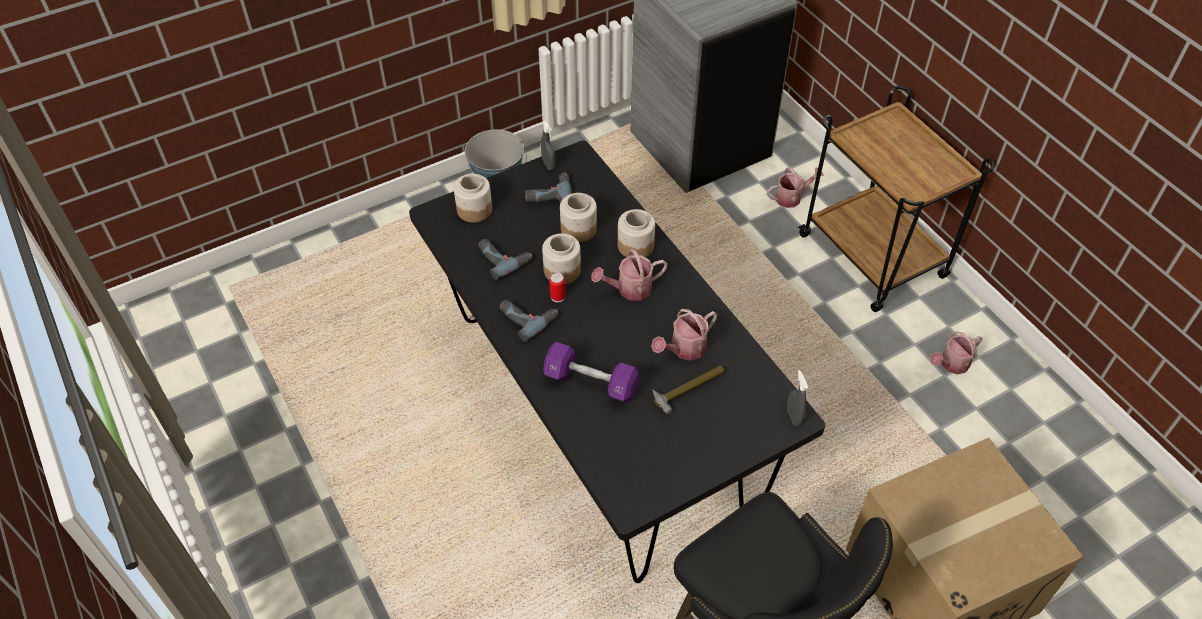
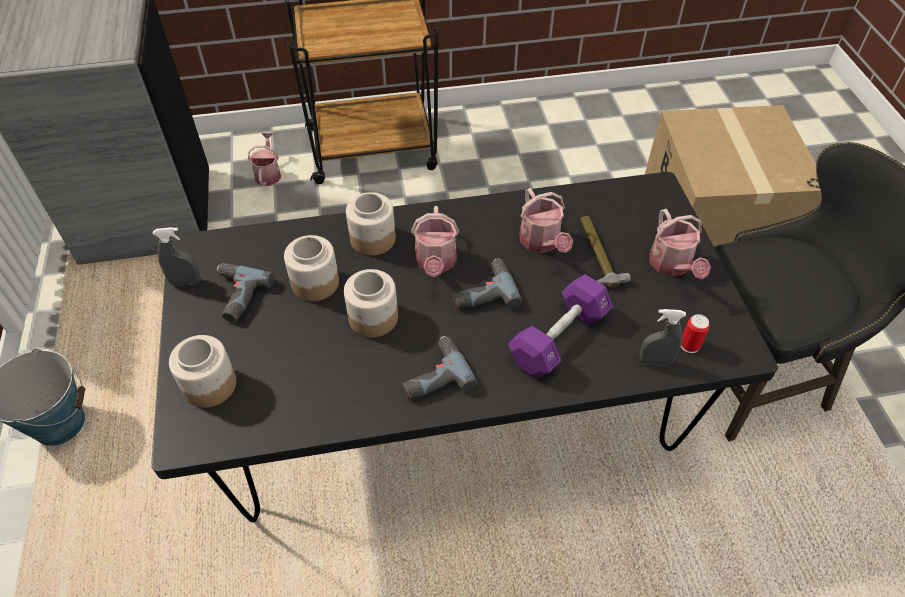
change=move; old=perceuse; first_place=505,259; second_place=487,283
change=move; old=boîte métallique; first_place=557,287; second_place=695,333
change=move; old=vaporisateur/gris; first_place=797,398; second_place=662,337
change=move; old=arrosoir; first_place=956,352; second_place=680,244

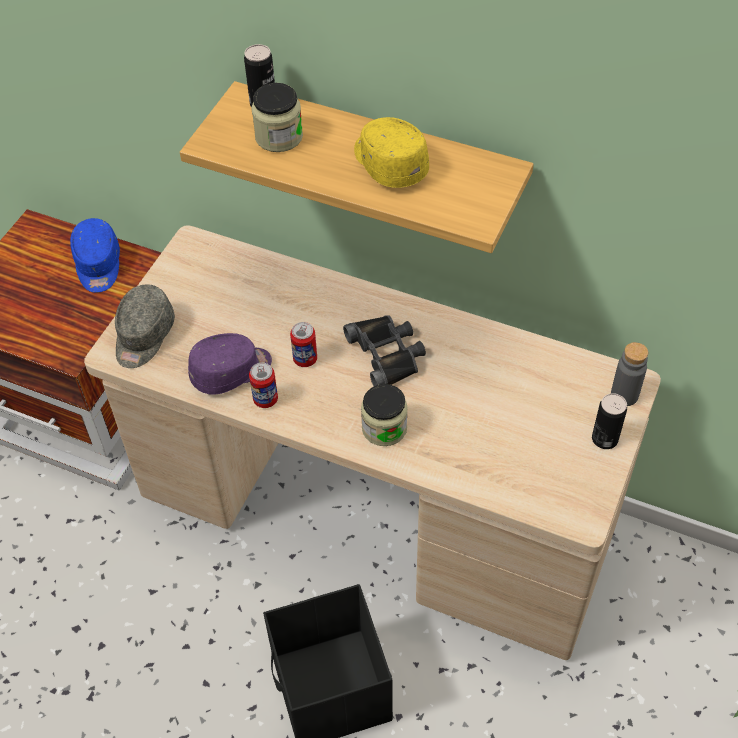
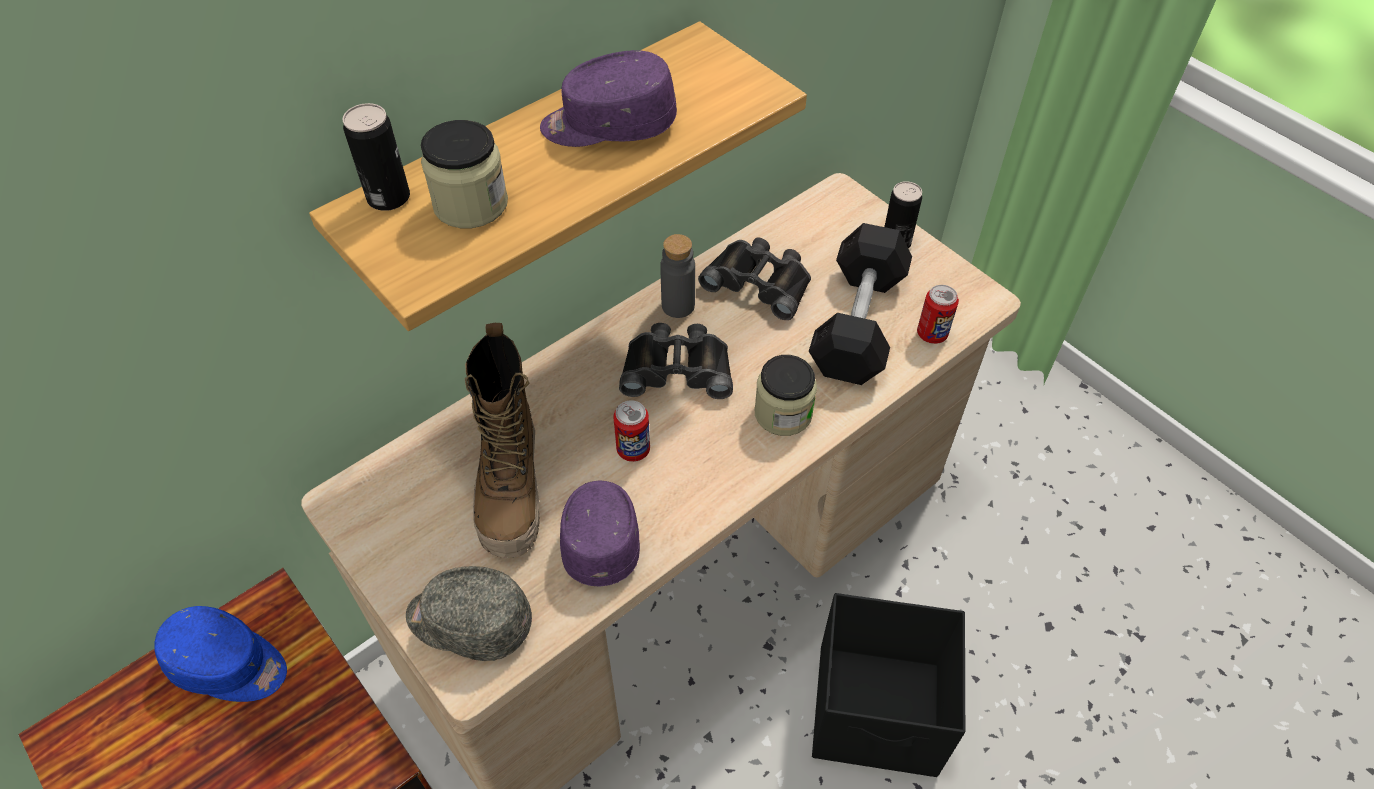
change=insert; new=botte; second_place=502,440
change=insert; new=jumelles/noir; second_place=754,279
change=insert; new=haltère/noir; second_place=860,304
change=move; old=boîte métallique; first_place=263,385; second_place=938,314
change=move; old=bouteille/gris; first_place=629,374; second_place=677,276
change=recolor; old=casquette/jaune; new=casquette/violet; first_place=391,152; second_place=608,98
change=rotate; old=casquette/gris; first_place=145,326; second_place=469,613; degrees=150

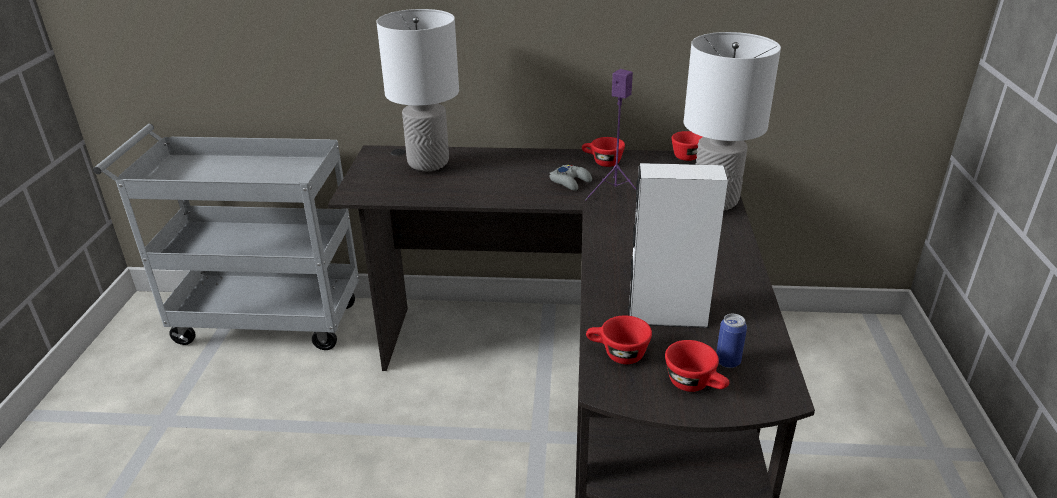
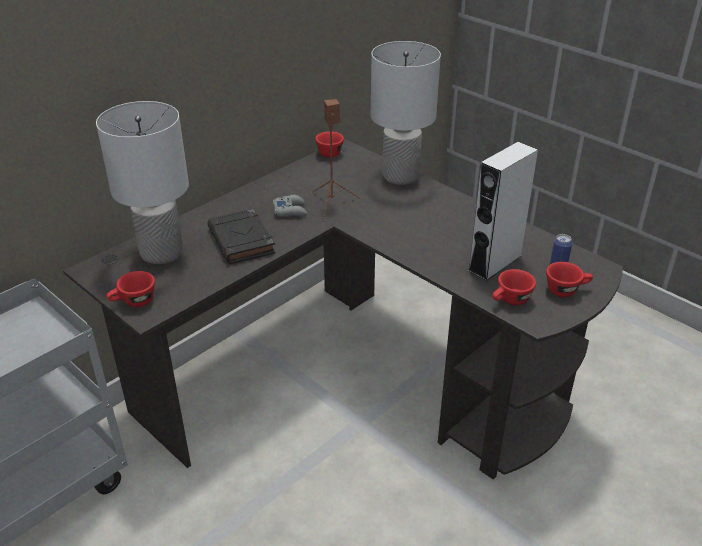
change=insert; new=livre/noir; second_place=241,236
change=move; old=tasse/rouge; first_place=603,152; second_place=131,289
change=recolor; old=enceinte/violet; new=enceinte/marron; first_place=610,134; second_place=336,159

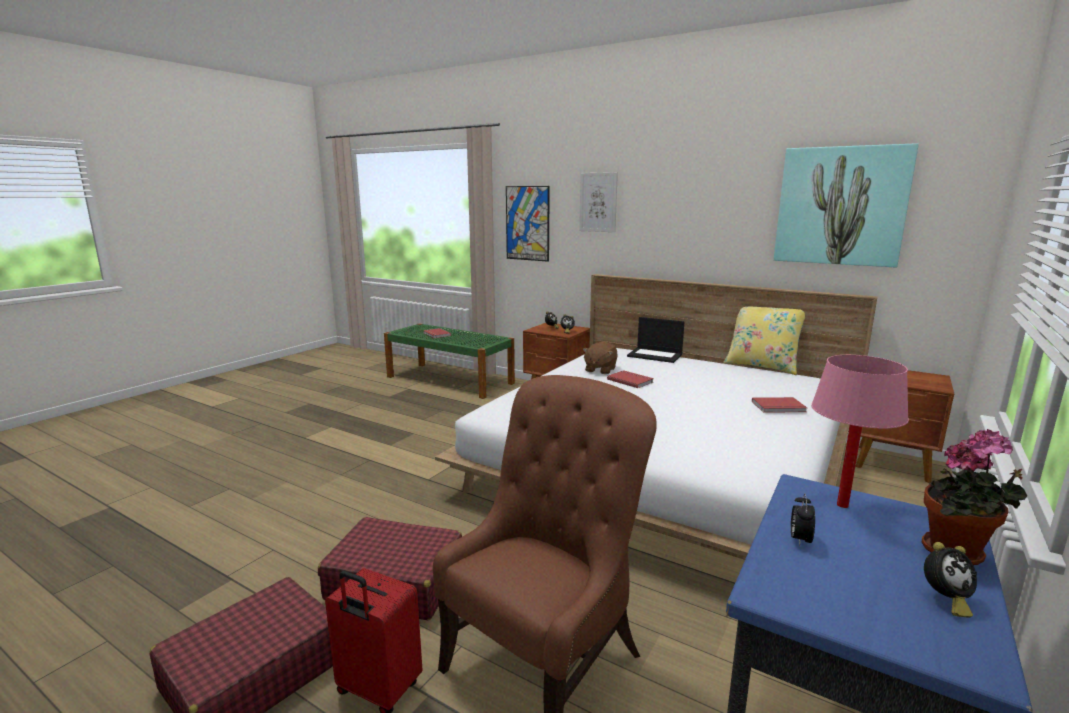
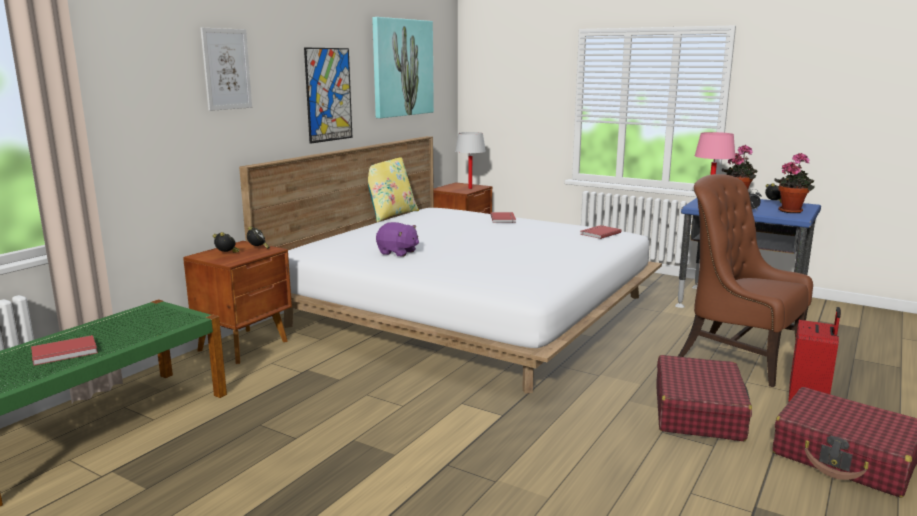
change=delete; old=ordinateur portable; first_place=655,340
change=insert; new=lampe de table/blanc; second_place=470,160
change=insert; new=plante en pot; second_place=794,183
change=move; old=tableau; first_place=528,224; second_place=328,96
change=move; old=livre/rouge; first_place=630,379; second_place=601,232
change=recolor; old=peluche/marron; new=peluche/violet; first_place=600,358; second_place=397,239

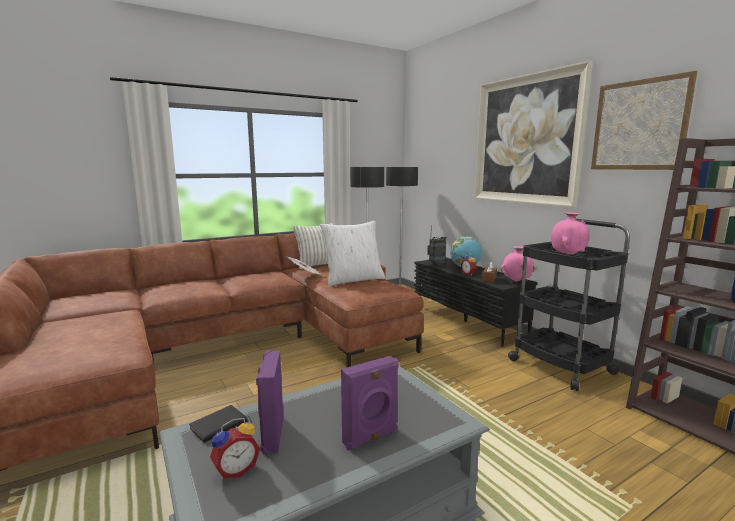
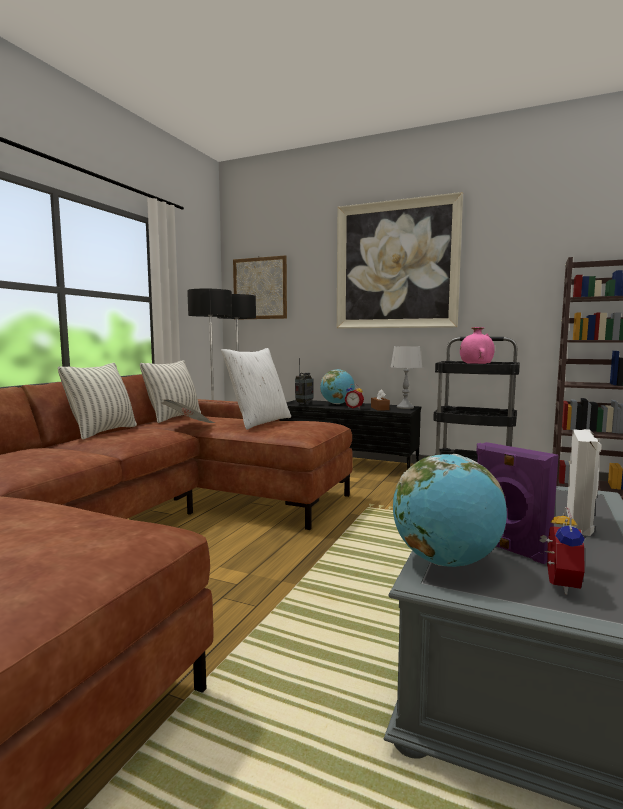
change=insert; new=coussin; second_place=97,401
change=move; old=tableau; first_place=644,120; second_place=260,287
change=replace; old=livre/noir; new=globe; first_place=221,424; second_place=450,510
change=replace; old=vase/rose; new=lampe de table/gris; first_place=518,264; second_place=406,377
change=recolor; old=enceinte/violet; new=enceinte/blanc; first_place=370,403; second_place=584,482

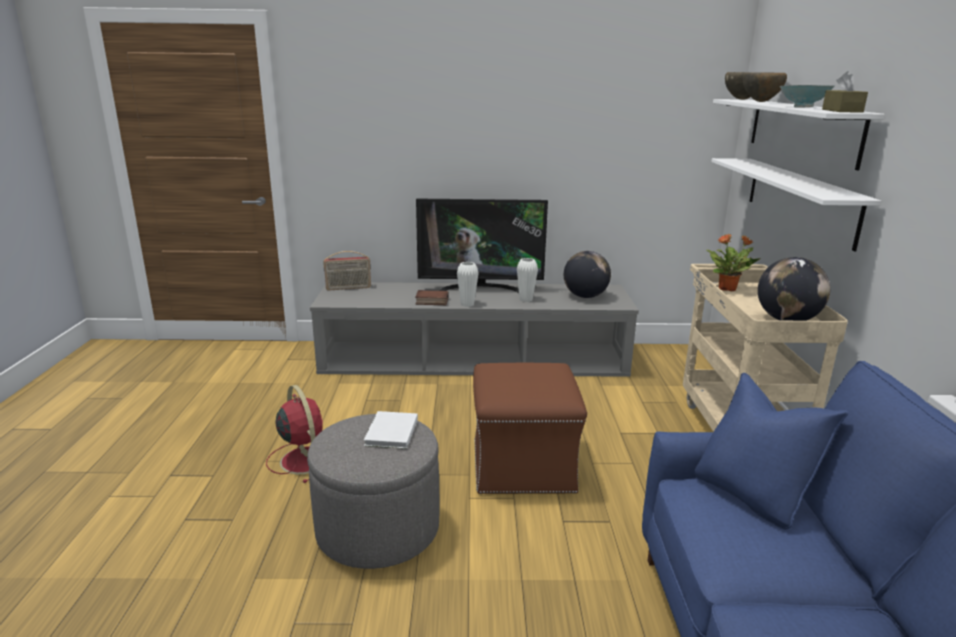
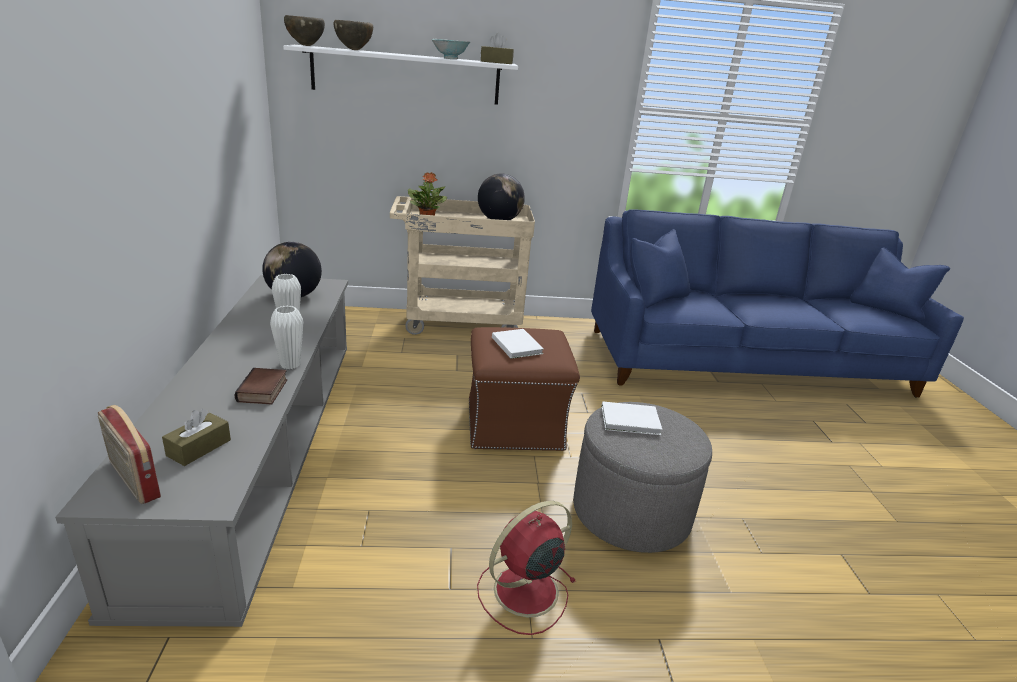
change=delete; old=téléviseur; first_place=482,246
change=delete; old=étagère/blanc; first_place=796,204
change=insert; new=boîte à mouchoirs/marron; second_place=196,437
change=insert; new=livre/blanc; second_place=518,344
change=rotate; old=radio; first_place=347,270; second_place=129,454; degrees=150

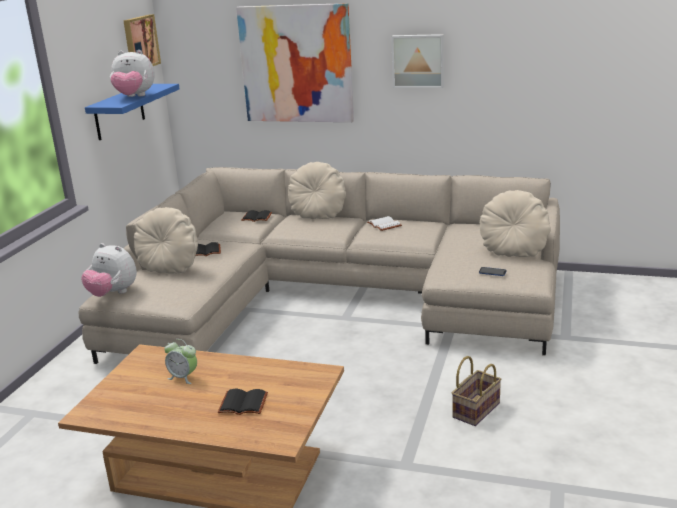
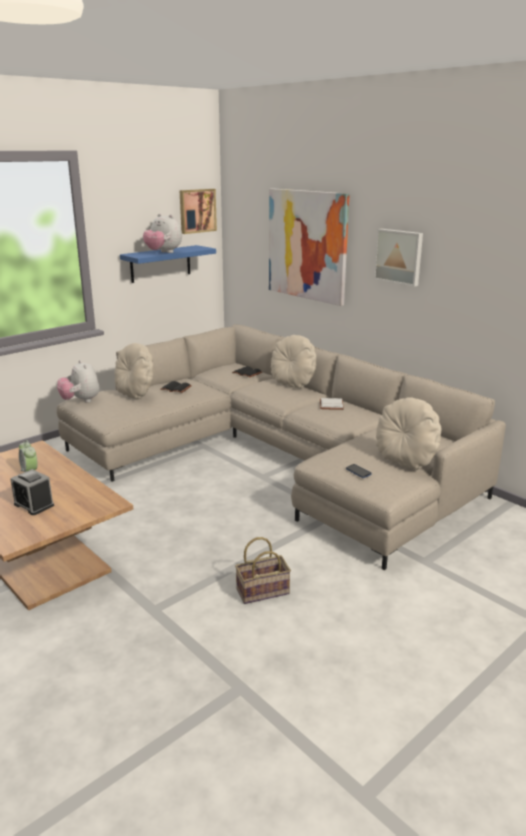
change=replace; old=livre/noir; new=réveil; first_place=243,402; second_place=32,492

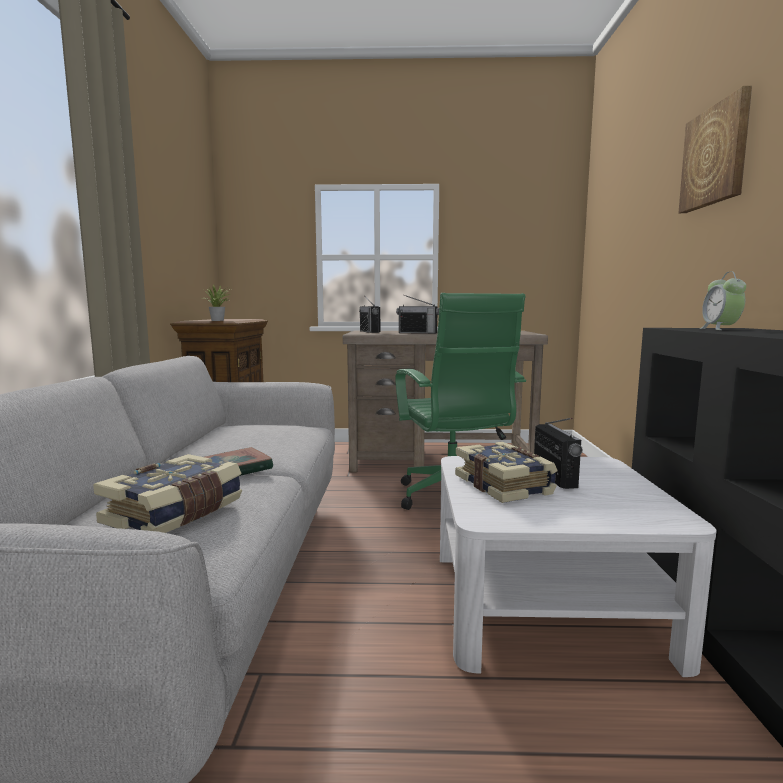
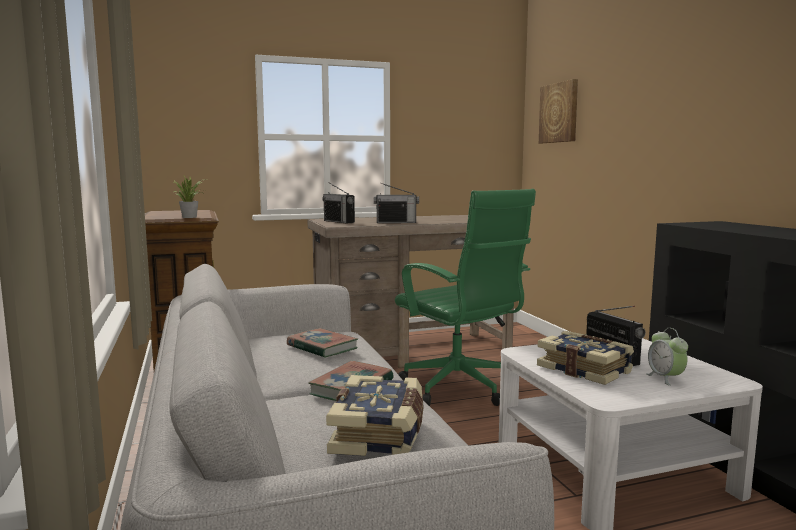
change=insert; new=livre; second_place=322,343
change=move; old=tableau; first_place=715,149; second_place=558,111
change=move; old=réveil; first_place=722,301; second_place=667,357

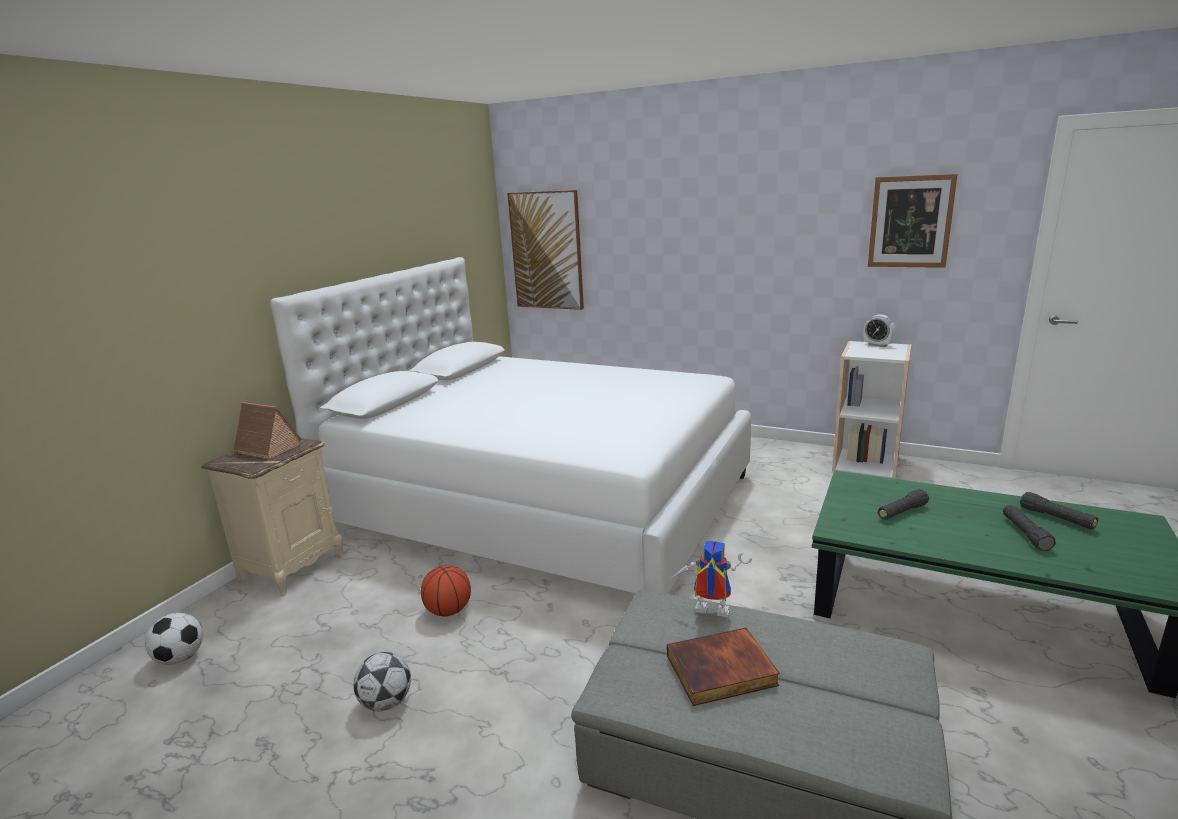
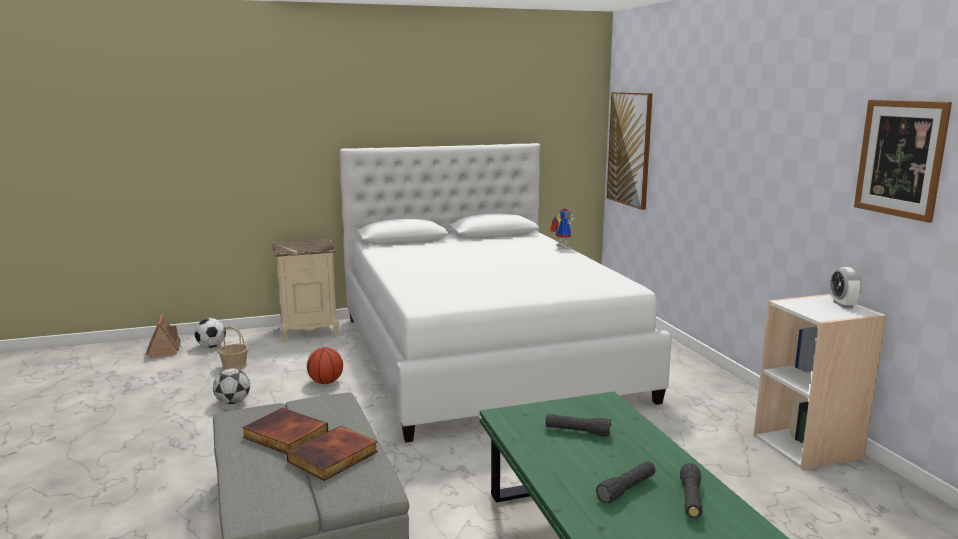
change=insert; new=panier; second_place=233,348
change=insert; new=livre; second_place=332,453
change=move; old=maison miniature; first_place=267,430; second_place=163,335
change=move; old=robot jouet; first_place=711,579; second_place=562,229

